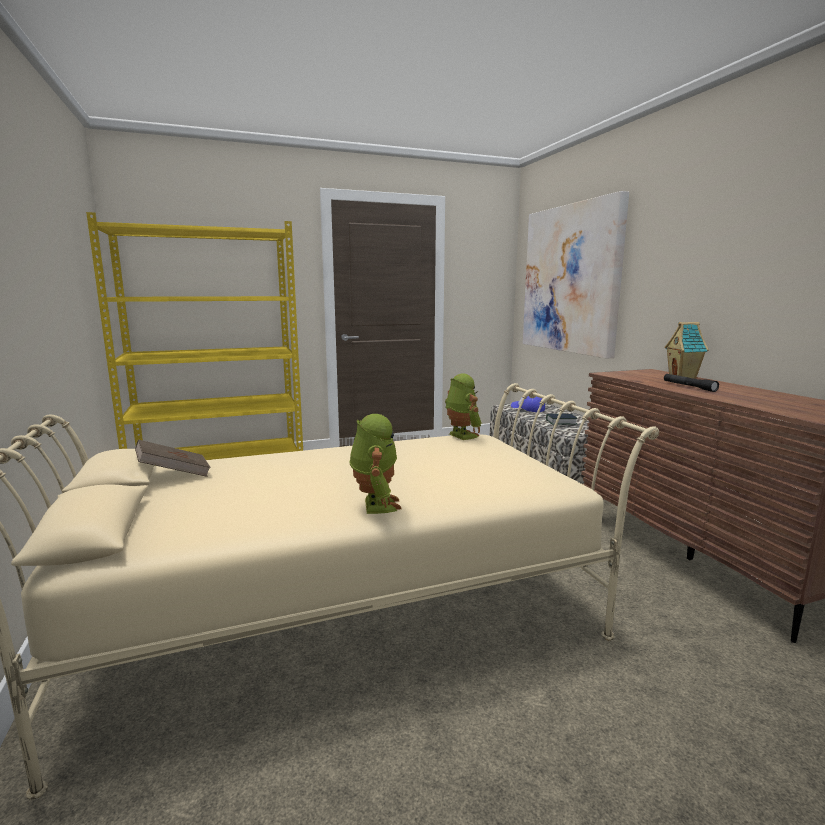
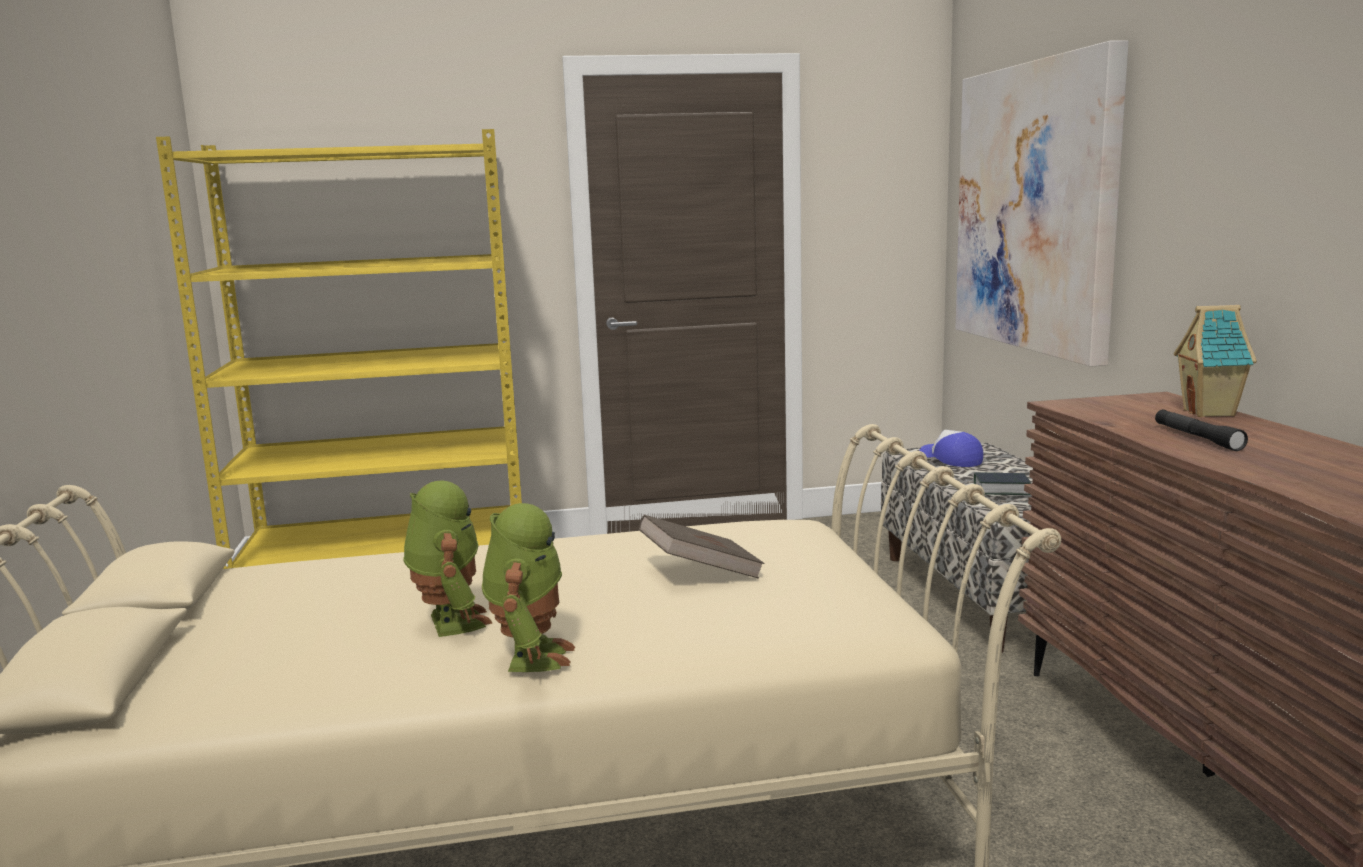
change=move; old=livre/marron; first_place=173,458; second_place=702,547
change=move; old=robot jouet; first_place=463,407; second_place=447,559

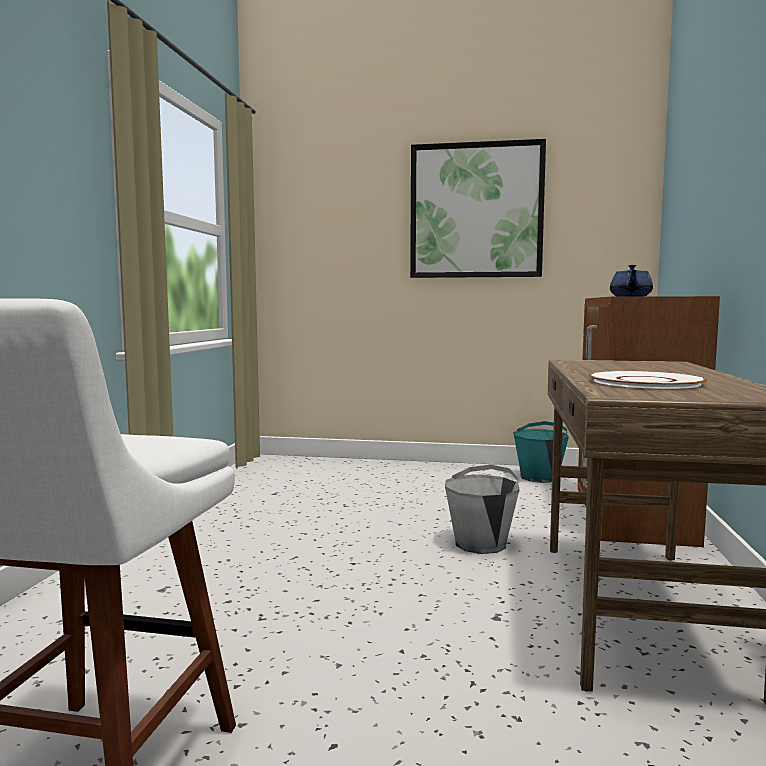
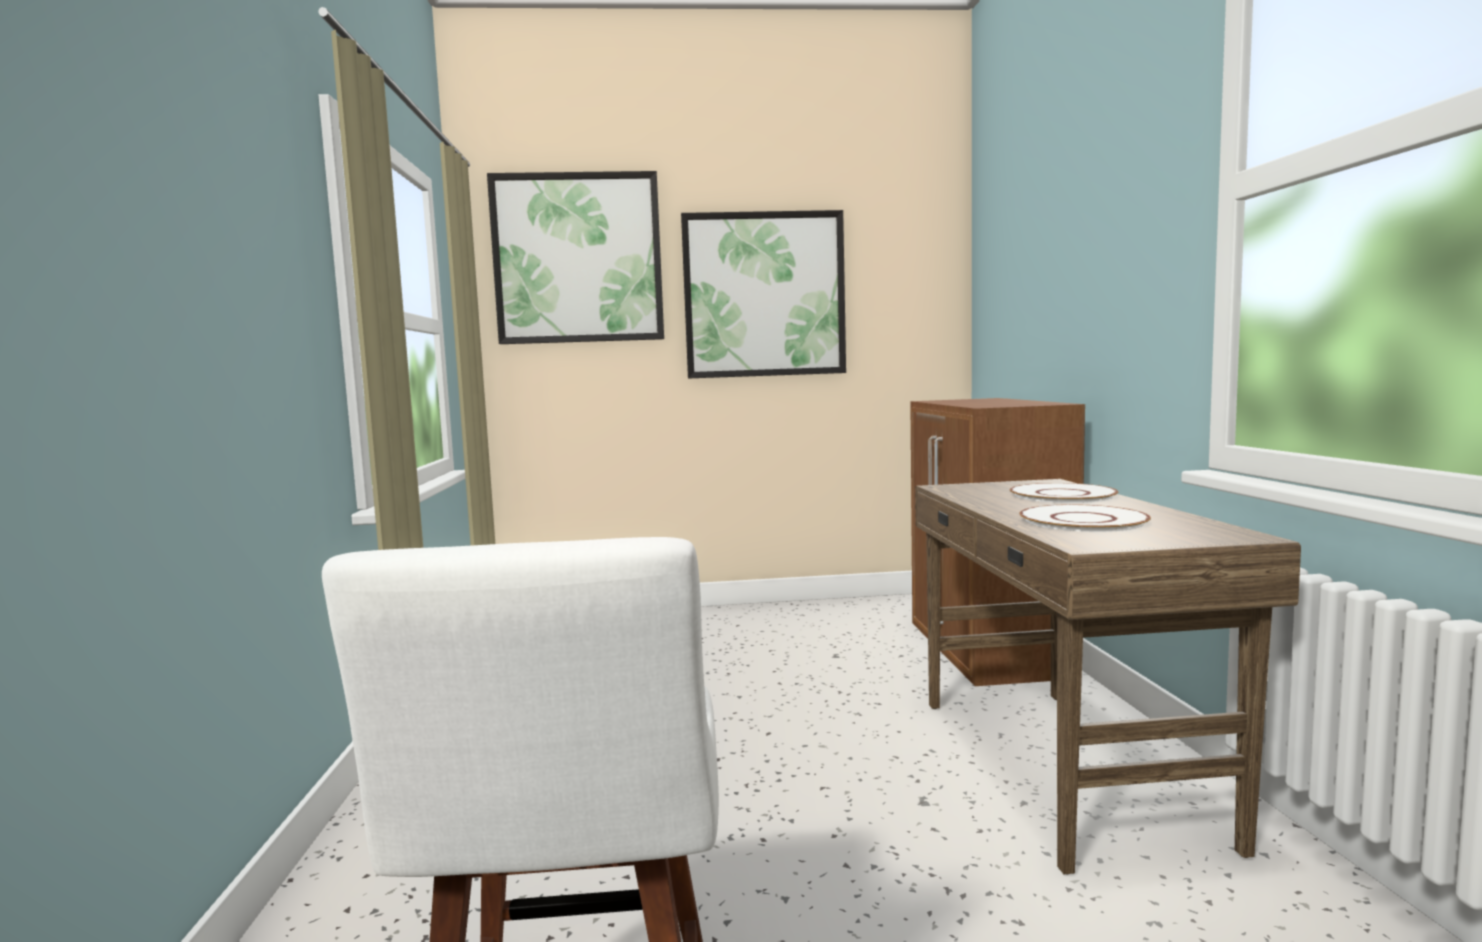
change=delete; old=seau/gris; first_place=482,509
change=delete; old=seau/turquoise; first_place=541,452
change=delete; old=théière/bleu; first_place=631,281
change=insert; new=tableau; second_place=575,257
change=insert; new=assiette/blanc; second_place=1064,493

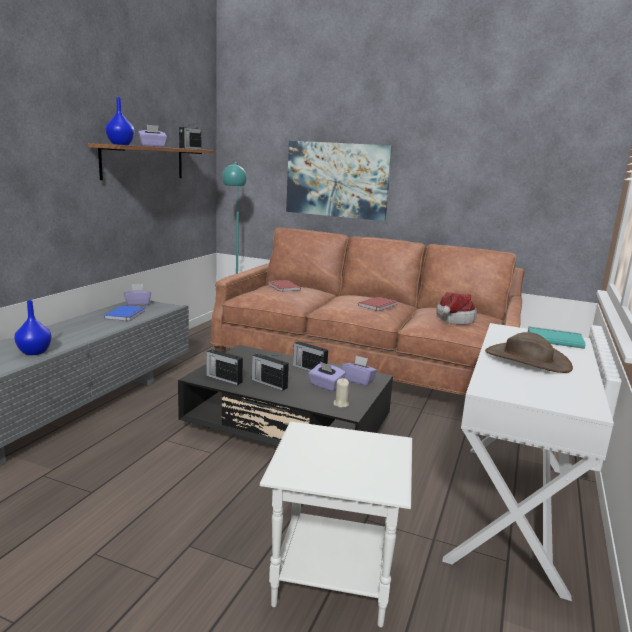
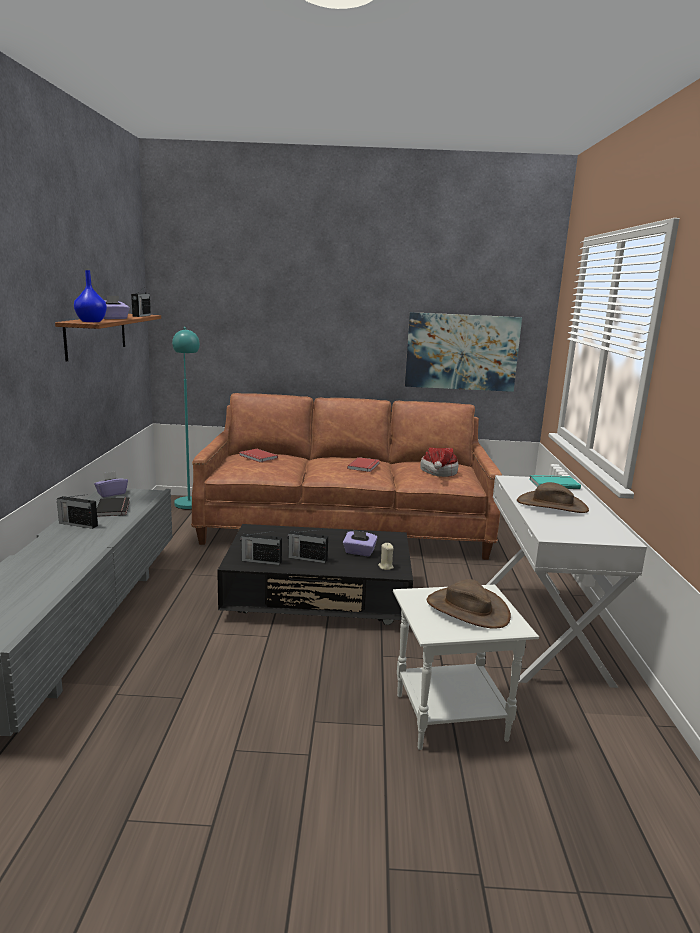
change=delete; old=vase/bleu; first_place=33,327
change=delete; old=boîte à mouchoirs/violet; first_place=359,370
change=insert; new=chapeau/marron; second_place=469,603
change=move; old=tableau; first_place=339,181; second_place=463,352
change=move; old=radio; first_place=310,356; second_place=77,511
change=recolor; old=livre/bleu; new=livre/noir; first_place=124,313; second_place=113,506

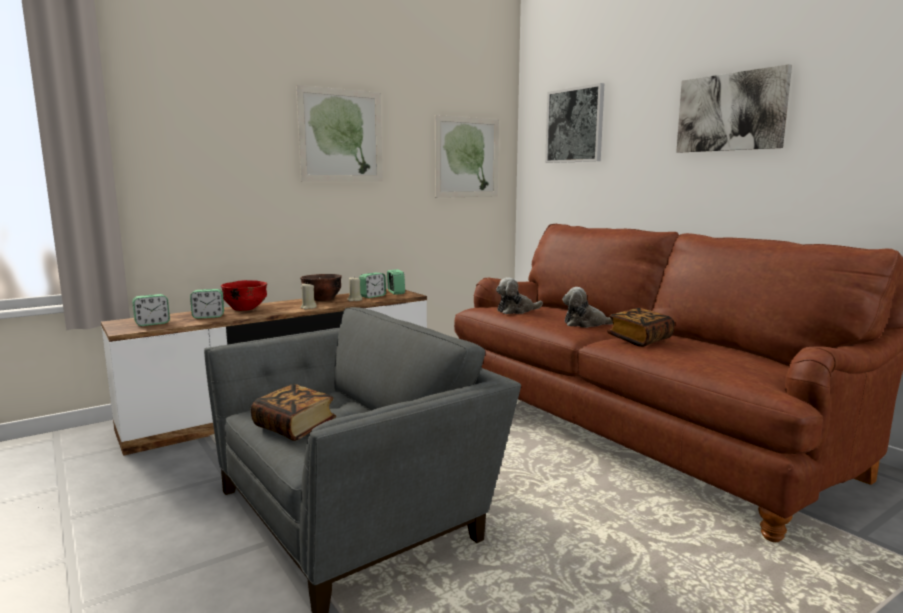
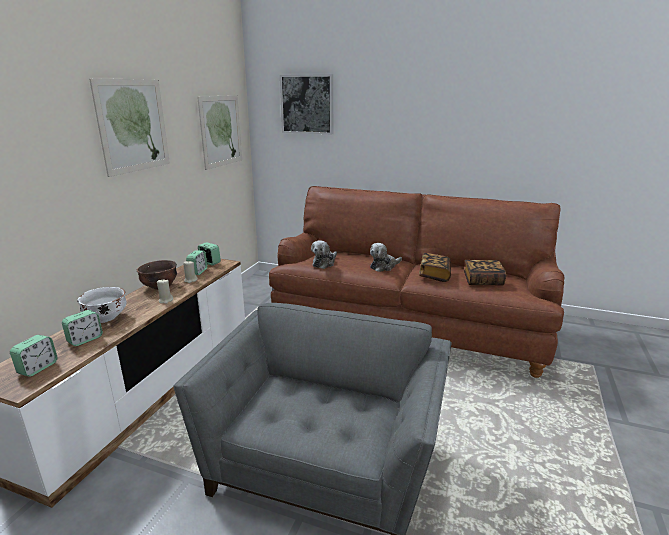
change=delete; old=tableau; first_place=734,108
change=move; old=livre; first_place=293,412; second_place=485,273
change=recolor; old=bol/rouge; new=bol/blanc; first_place=244,295; second_place=101,305

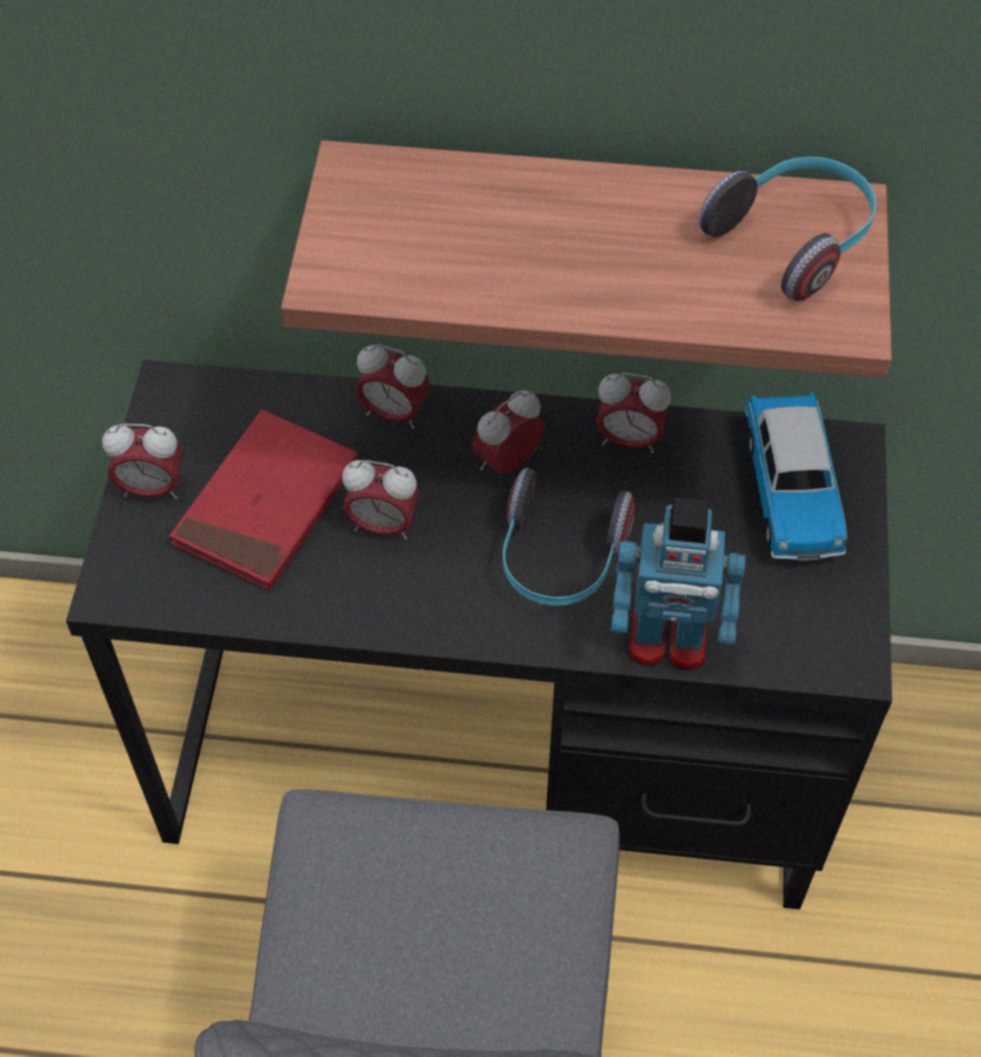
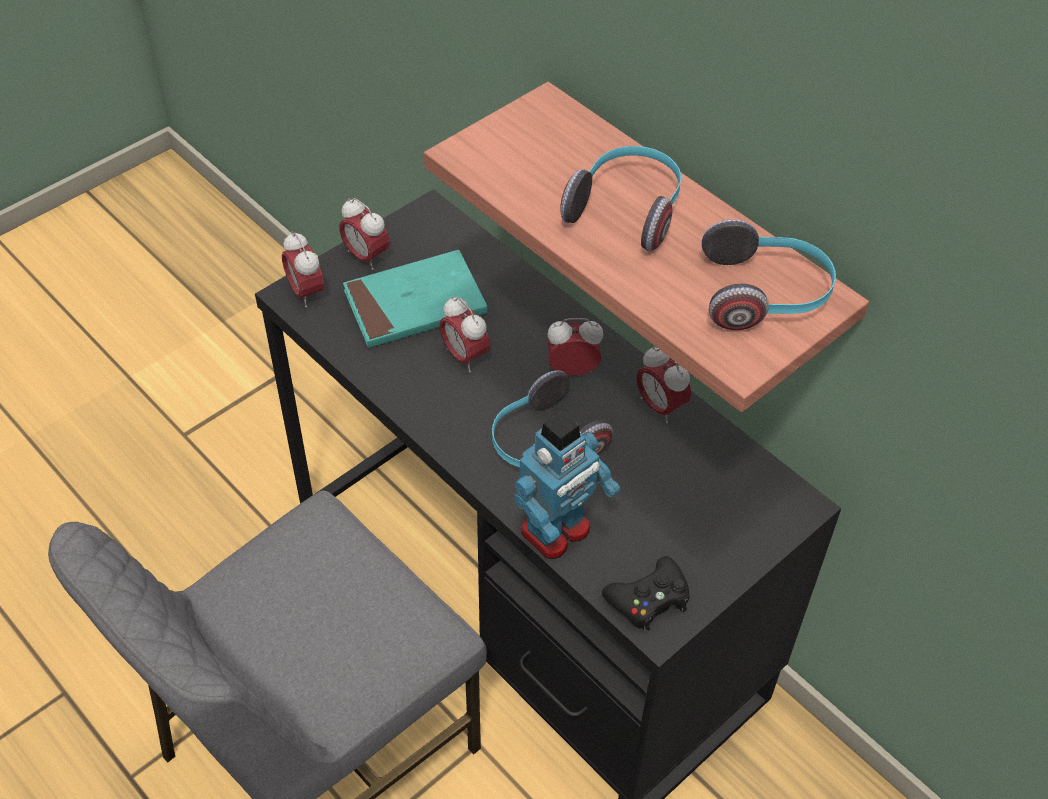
change=delete; old=petite voiture; first_place=796,477
change=insert; new=casque audio; second_place=620,198
change=insert; new=manette/noir; second_place=646,594
change=move; old=réveil; first_place=393,386; second_place=303,269
change=recolor; old=livre/rouge; new=livre/turquoise; first_place=263,500; second_place=415,299
change=rotate; old=robot jouet; first_place=678,584; second_place=567,484; degrees=-90

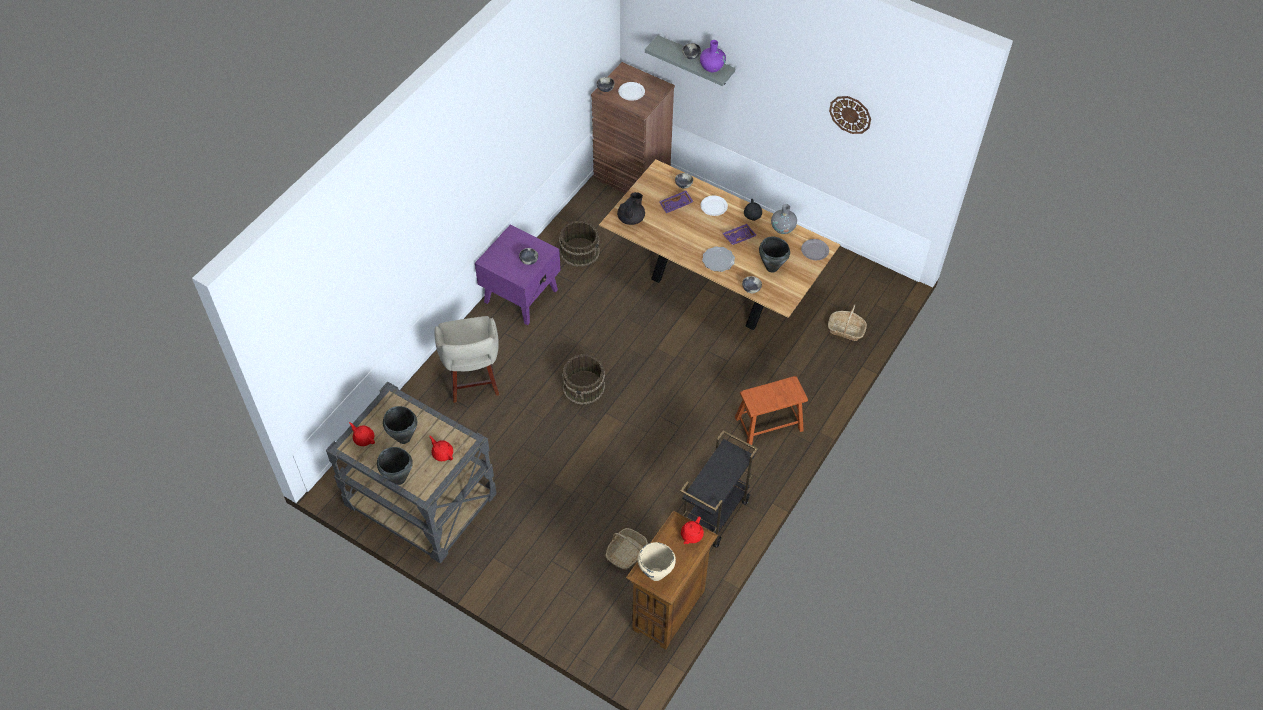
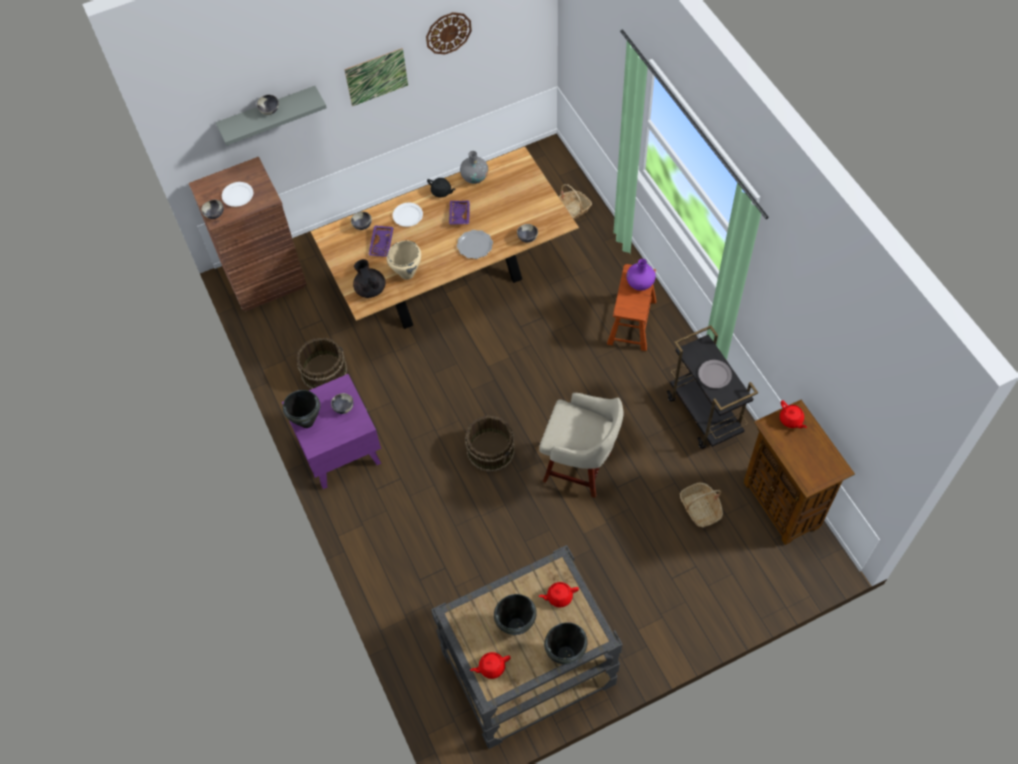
change=insert; new=tableau; second_place=376,77
change=move; old=tabouret/beige; first_place=466,359; second_place=581,445
change=move; old=marmite/beige; first_place=657,561; second_place=404,260
change=move; old=vase/violet; first_place=713,56; second_place=641,275
change=move; old=marmite/noir; first_place=774,255; second_place=301,409
change=move; old=assiette/gris; first_place=815,249; second_place=715,374

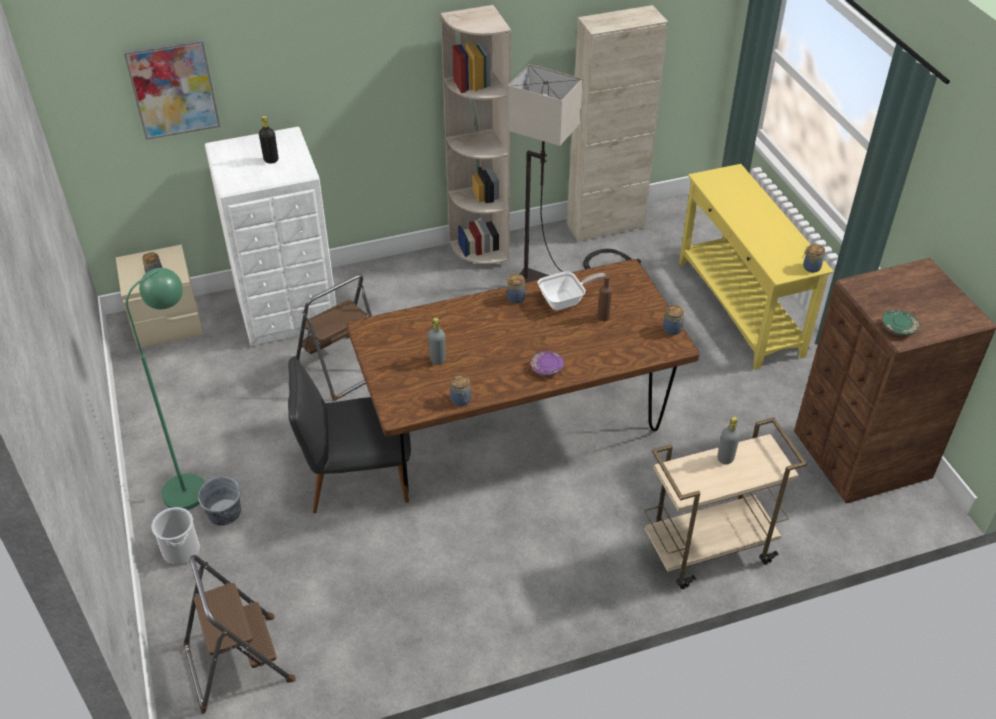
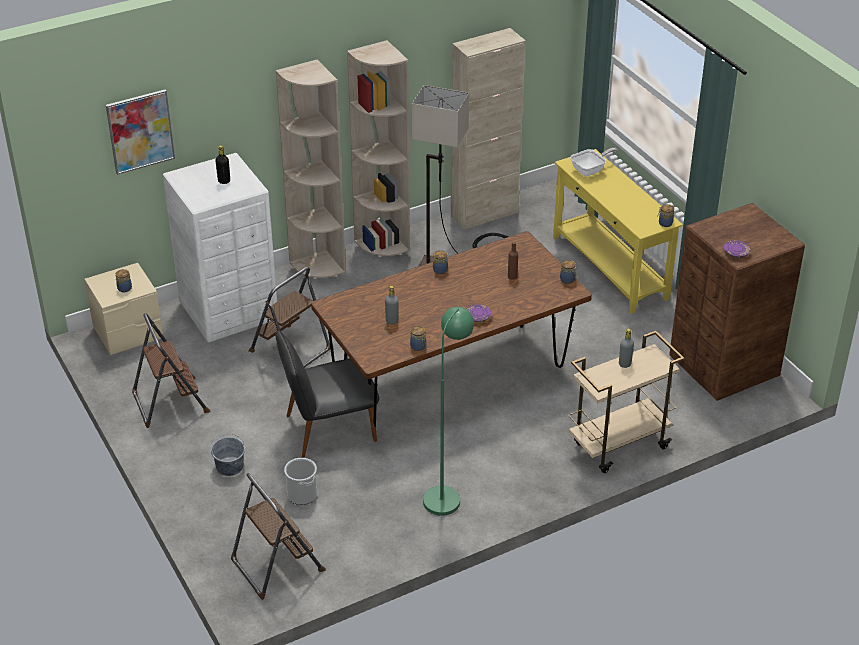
change=insert; new=escabeau/marron; second_place=171,370
change=insert; new=bibliothèque/beige; second_place=311,169
change=move; old=lampadaire/vert; first_place=165,389; second_place=448,411
change=move; old=seau; first_place=176,536; second_place=300,481
change=move; old=poêle; first_place=572,290; second_place=594,162
change=recolor; old=assiette/vert; new=assiette/violet; first_place=900,323; second_place=737,249

